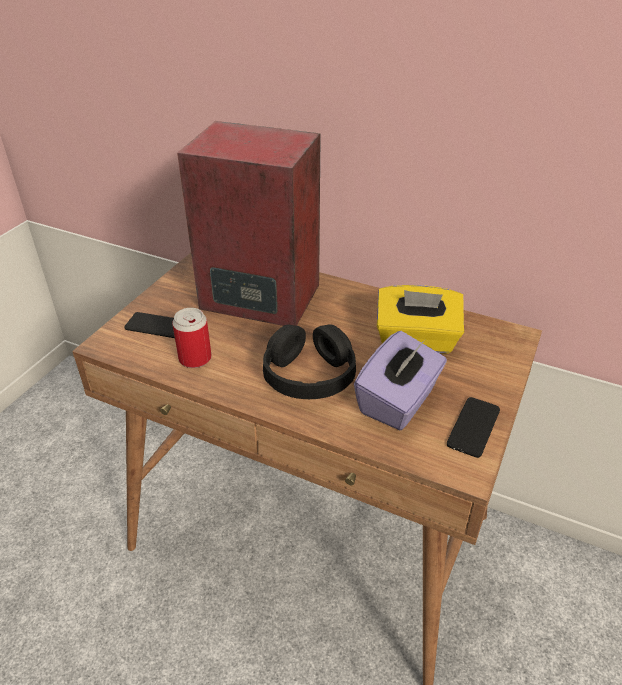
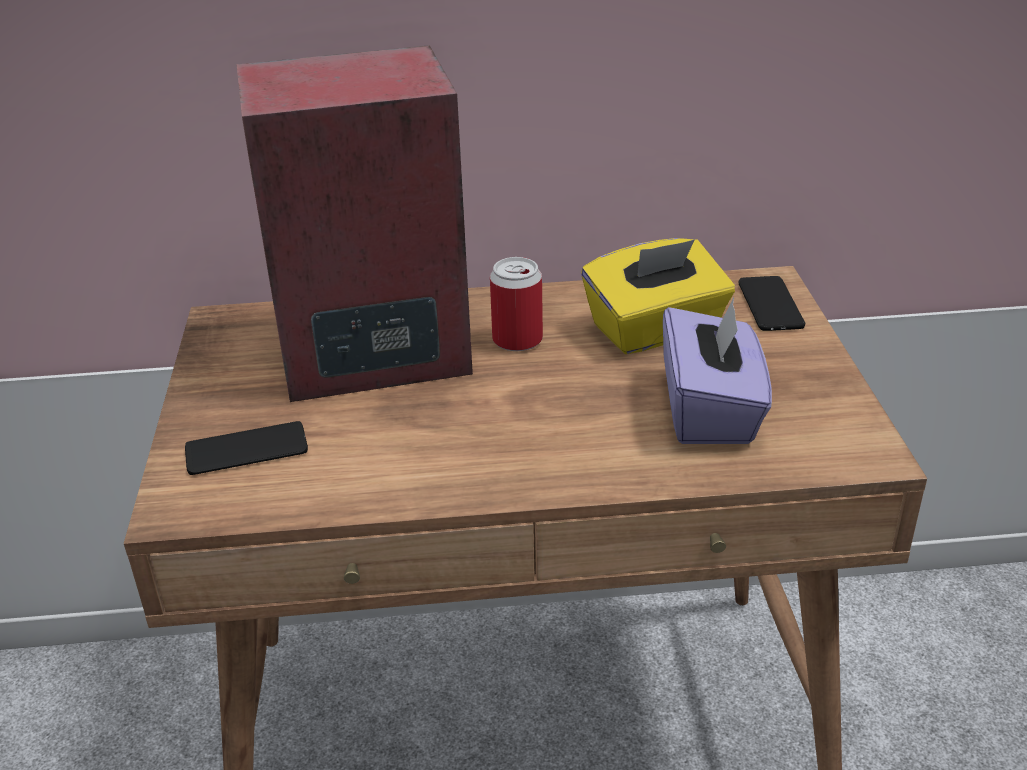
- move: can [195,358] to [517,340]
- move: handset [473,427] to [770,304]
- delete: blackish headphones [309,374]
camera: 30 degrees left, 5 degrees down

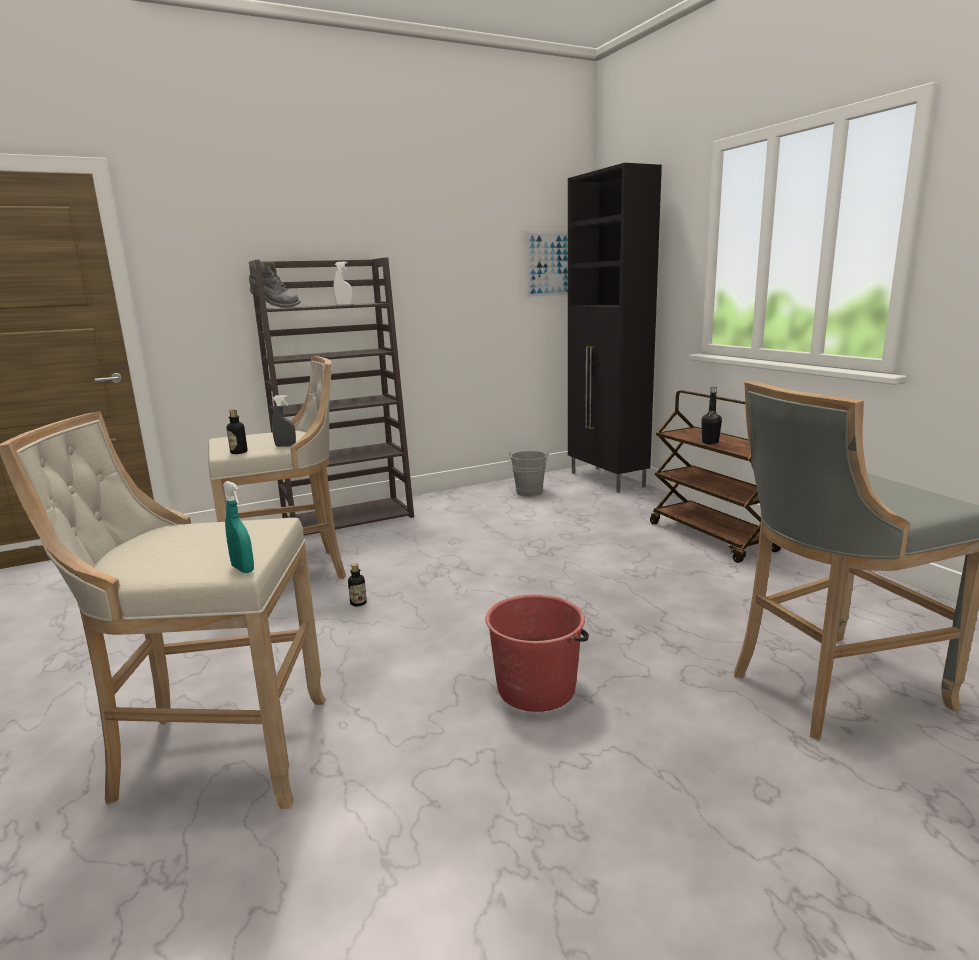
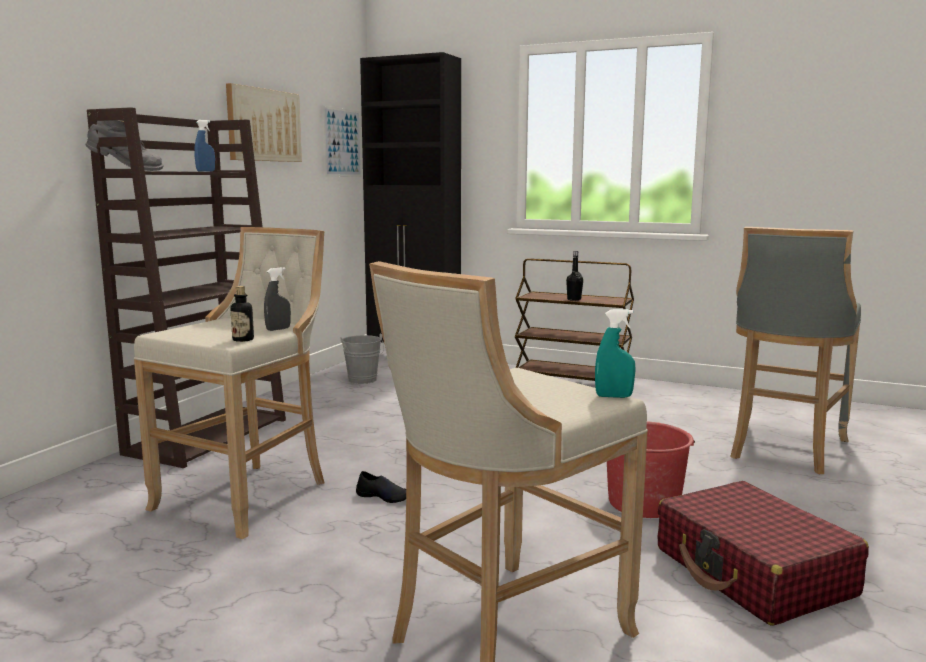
- recolor: whitish hand sprayer [344,304] to bluish hand sprayer [205,171]
- insert: wall picture [263,125]
- replace: beverage bottle [358,603] to blackish shoe [383,496]
- insert: red travel case [753,572]
camera: 40 degrees left, 5 degrees down

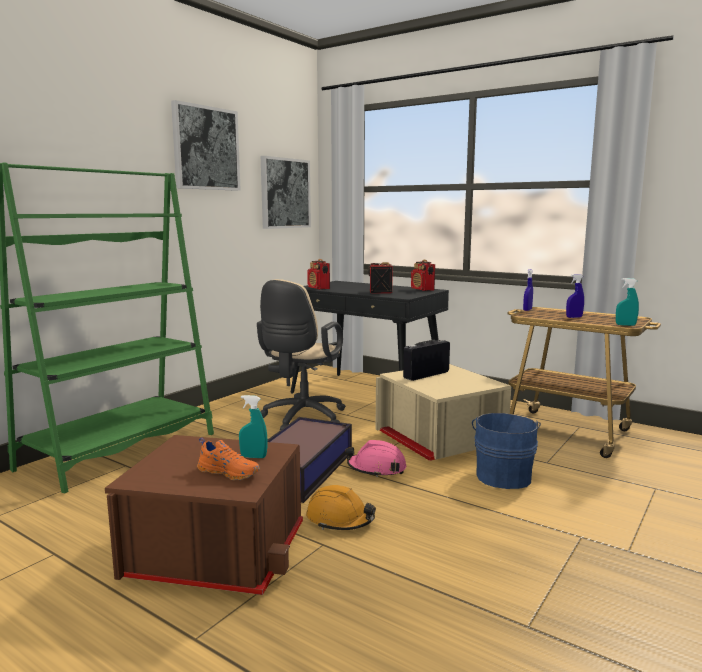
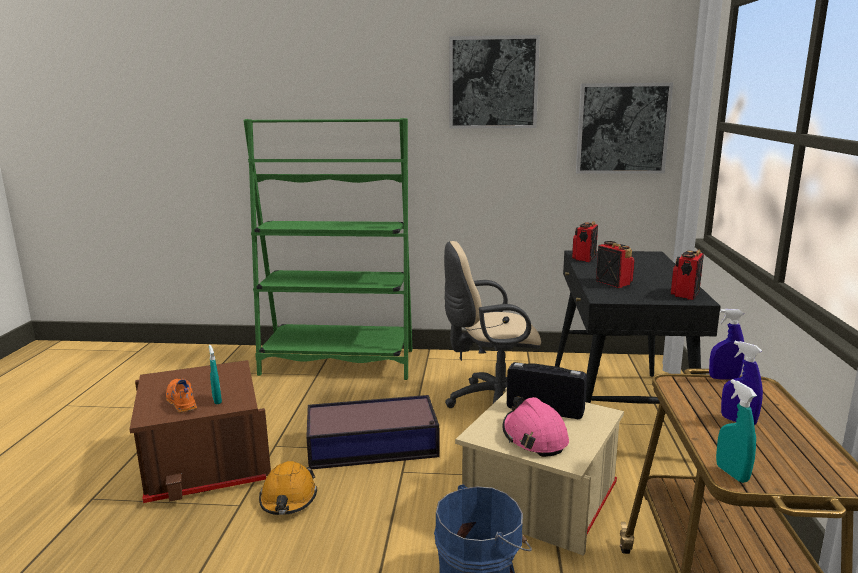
- rotate: orange shoe [229,472] = [180,402] 150 degrees clockwise
- move: pink-coloured safety helmet [376,469] to [534,437]
camera: 60 degrees right, 5 degrees up

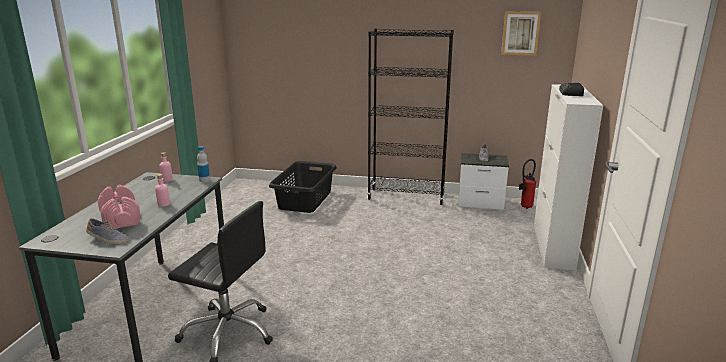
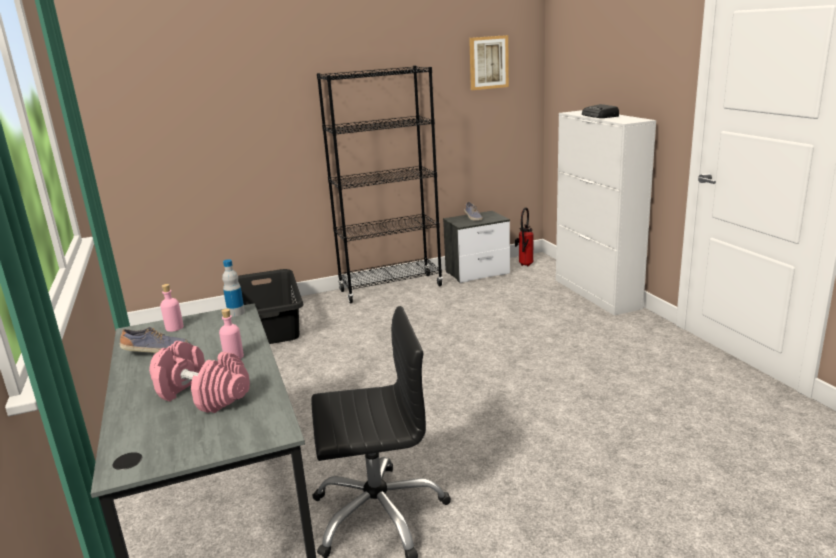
- move: shoe [108,239] to [155,351]
camera: 30 degrees left, 0 degrees up

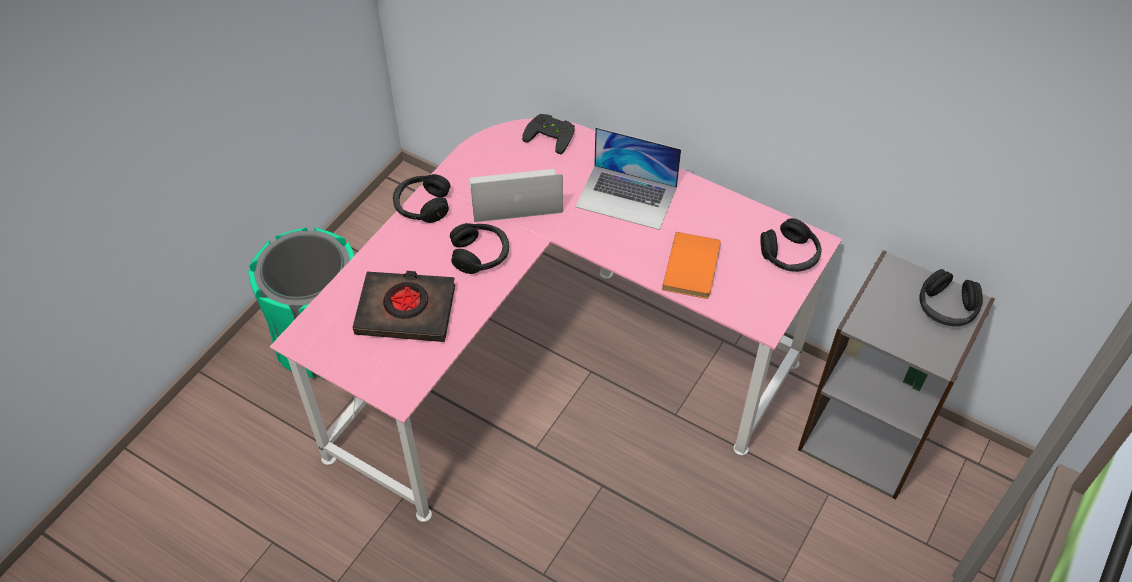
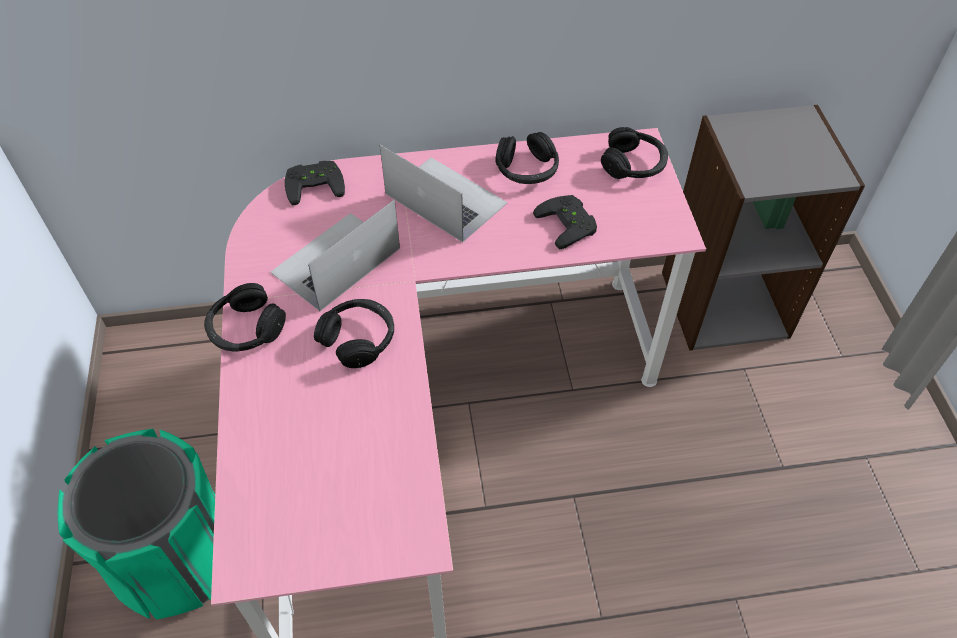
- rotate: laptop [626,197] = [445,198] 120 degrees counterclockwise
- move: blackish headphones [946,307] to [527,170]
- replace: orange book [694,268] to blackish game controller [569,224]
- delete: blackish book [406,310]
camera: 40 degrees left, 0 degrees up

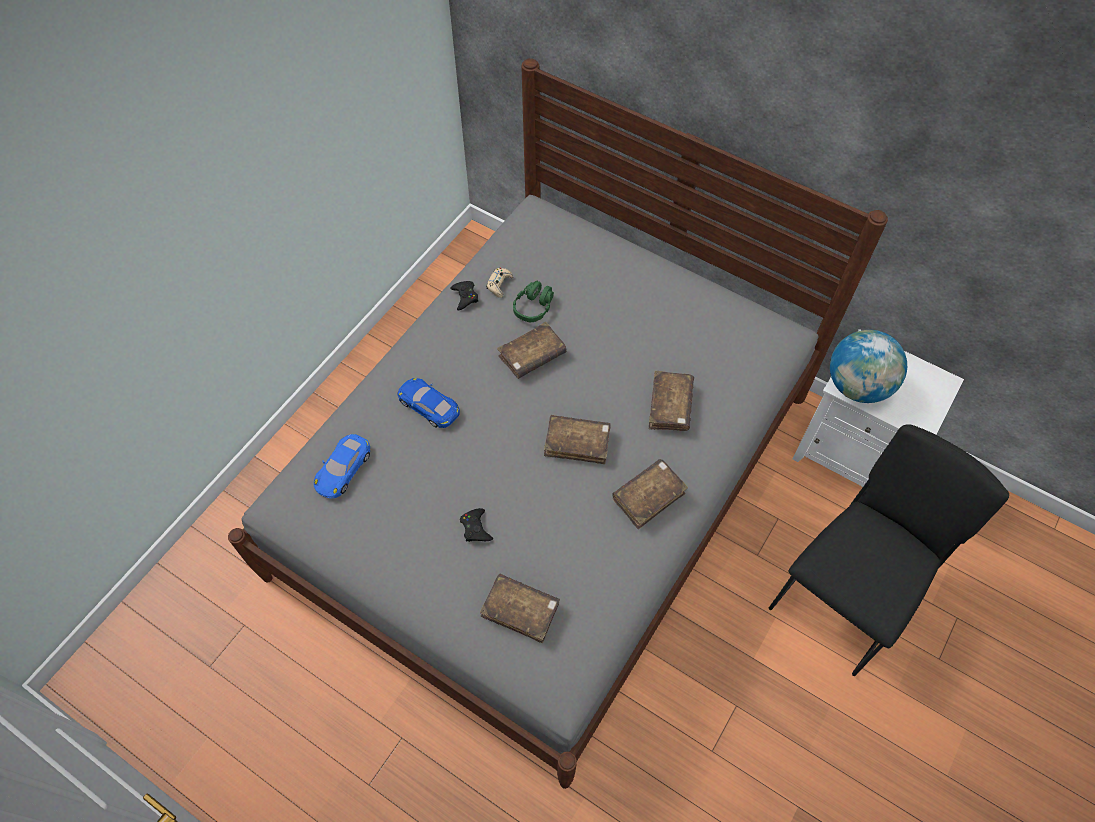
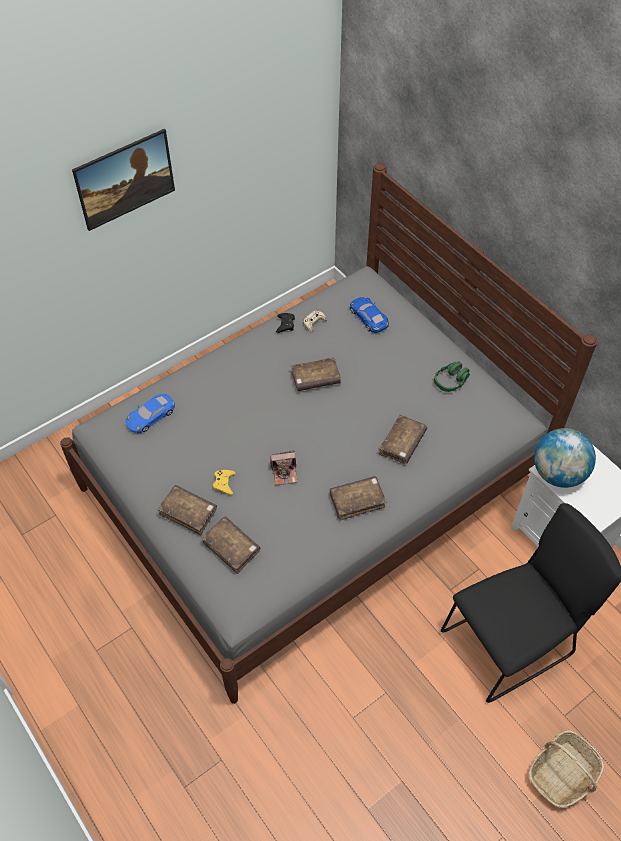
- insert: wall picture [128,194]
- move: brownish book [577,443] to [188,513]
- recolor: blackish game controller [475,528] to yellowish game controller [224,483]
- insert: photo camera [285,473]
- move: bluish model car [429,405] to [368,317]
- move: green-coloured headphones [533,307] to [450,381]
- insert: storage basket [562,773]
camera: 20 degrees right, 5 degrees down

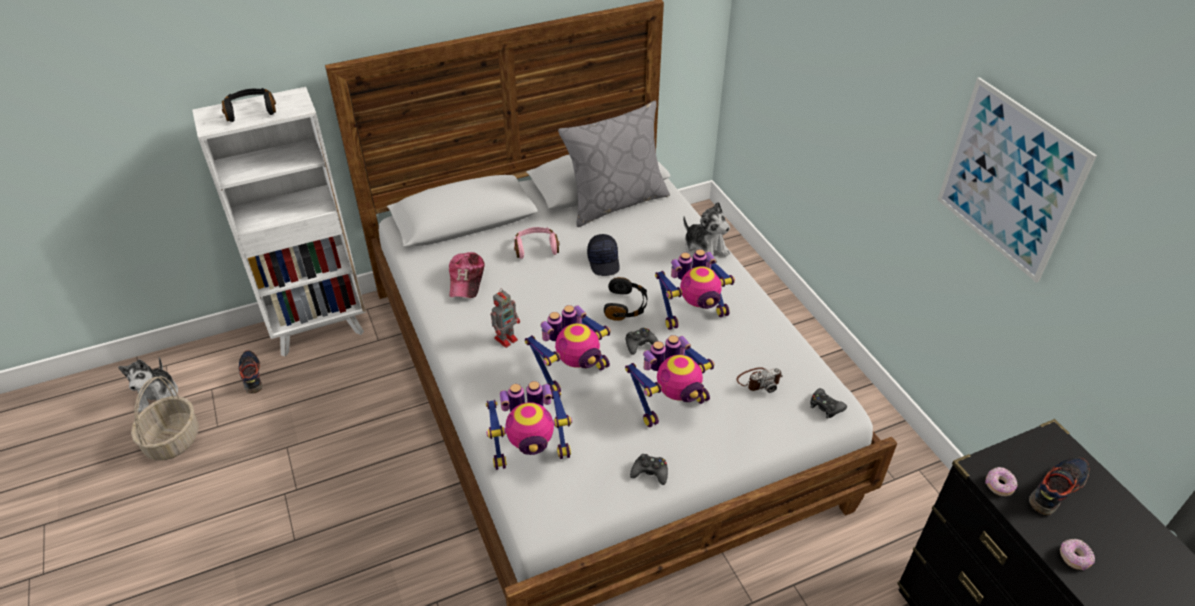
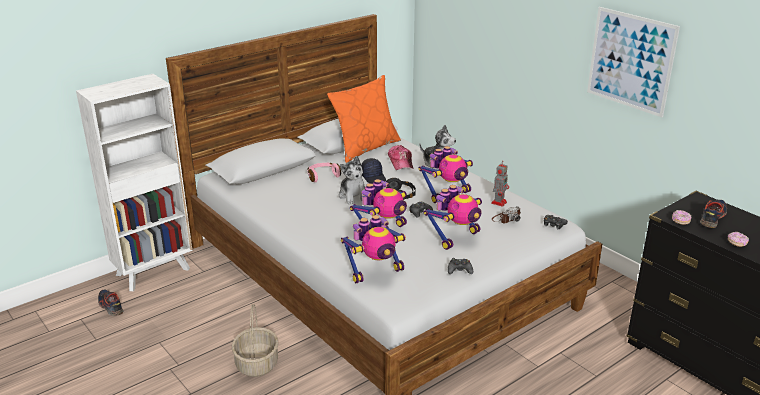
- move: storage basket [173,440] to [256,364]
- recolor: greyish throw pillow [615,202] to orange throw pillow [365,148]
- move: soft toy [158,396] to [353,196]
- move: peaked cap [466,280] to [401,162]
- move: robot figure [507,338] to [499,202]
- delete: blackish headphones [251,111]
camera: 15 degrees left, 15 degrees down

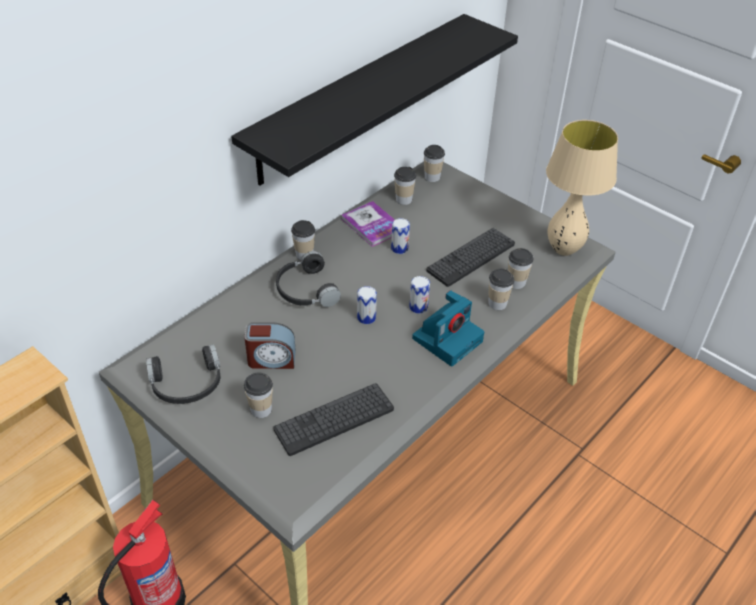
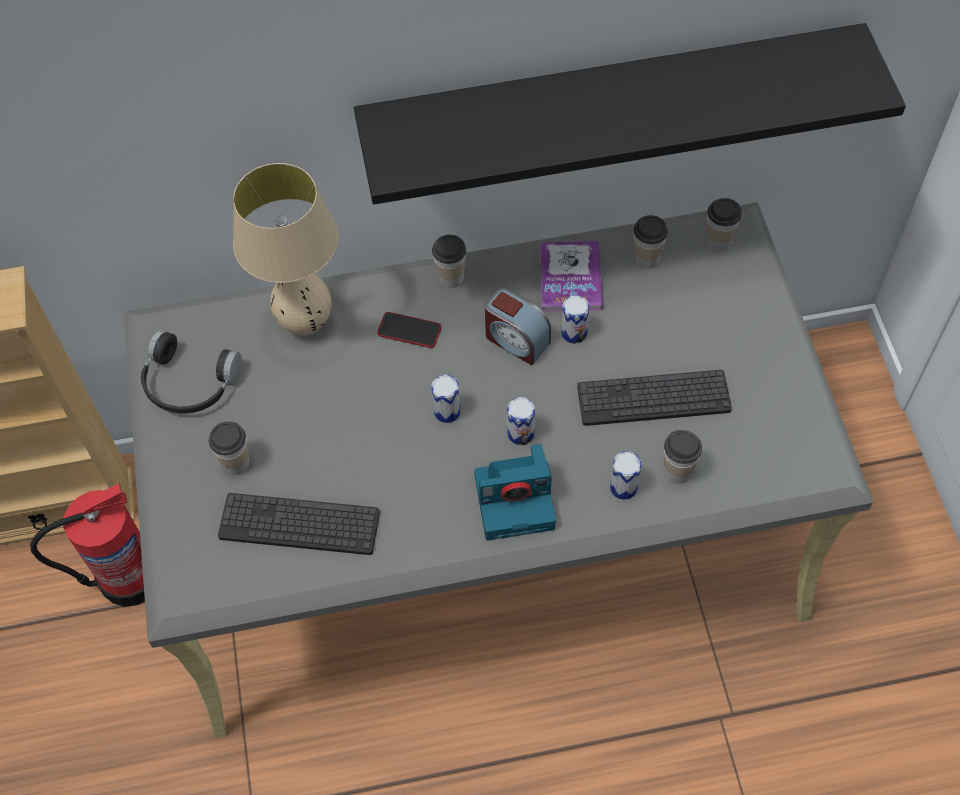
- move: beige table lamp [564,250] to [306,324]
- replace: blackish headphones [305,290] to handset [409,330]
- move: alarm clock [271,359] to [516,340]
- replace: drinking cup [497,303] to can [623,487]
camera: 40 degrees right, 15 degrees up

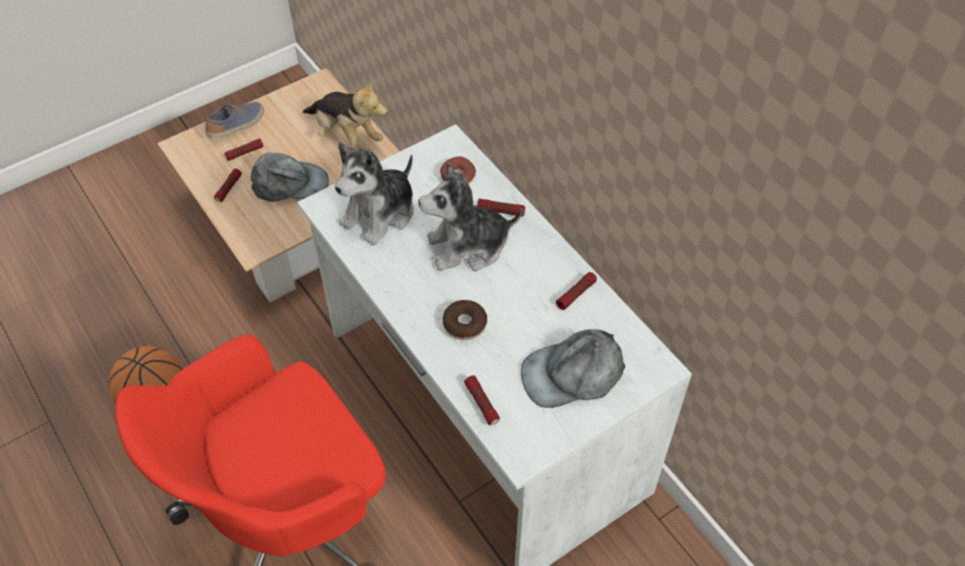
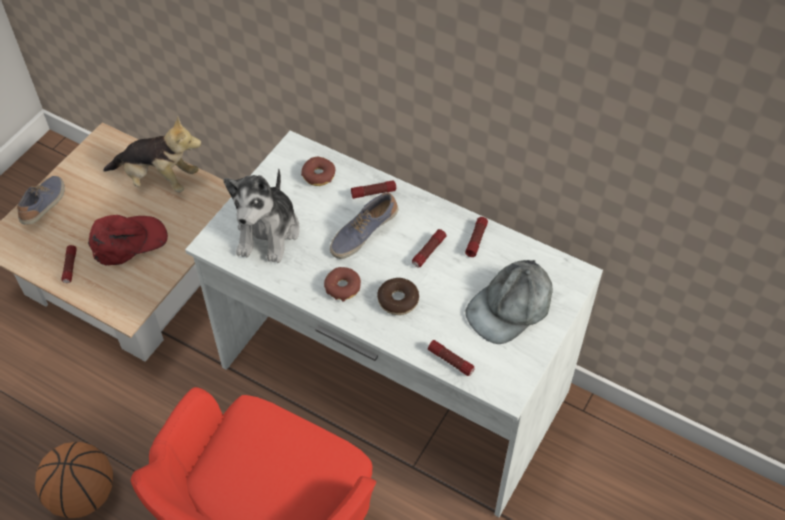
- recolor: greyish peaked cap [290,184] to red peaked cap [128,241]
- insert: doughnut [342,287]
- replace: soft toy [468,246] to shoe [363,233]
- move: torch [244,153] to [428,252]
camera: 25 degrees left, 0 degrees up

